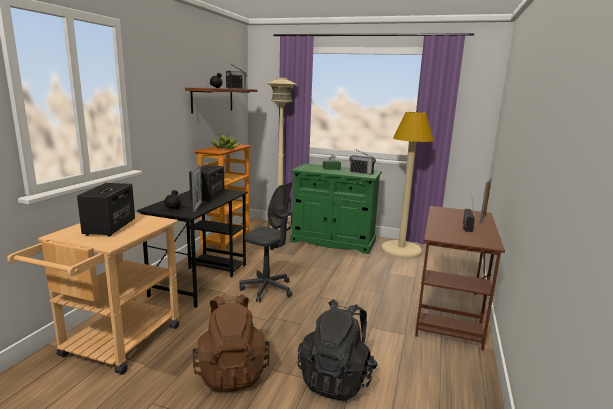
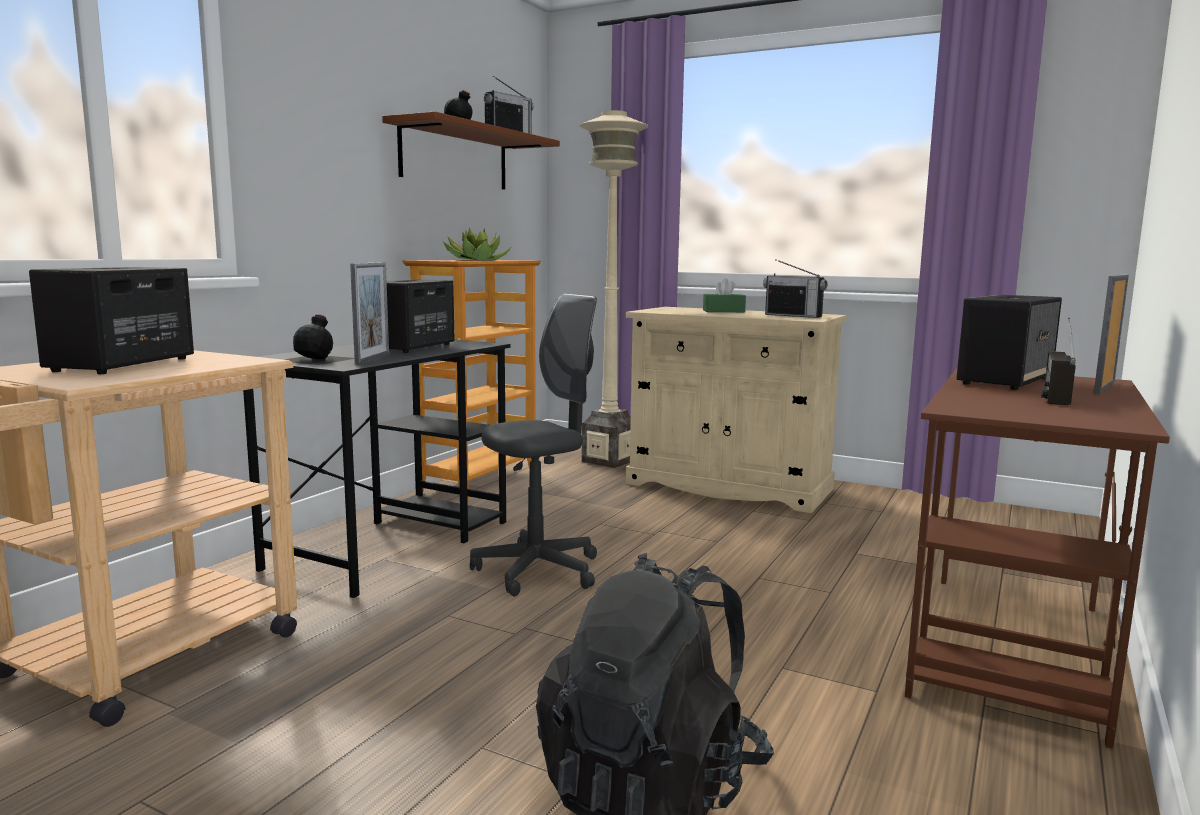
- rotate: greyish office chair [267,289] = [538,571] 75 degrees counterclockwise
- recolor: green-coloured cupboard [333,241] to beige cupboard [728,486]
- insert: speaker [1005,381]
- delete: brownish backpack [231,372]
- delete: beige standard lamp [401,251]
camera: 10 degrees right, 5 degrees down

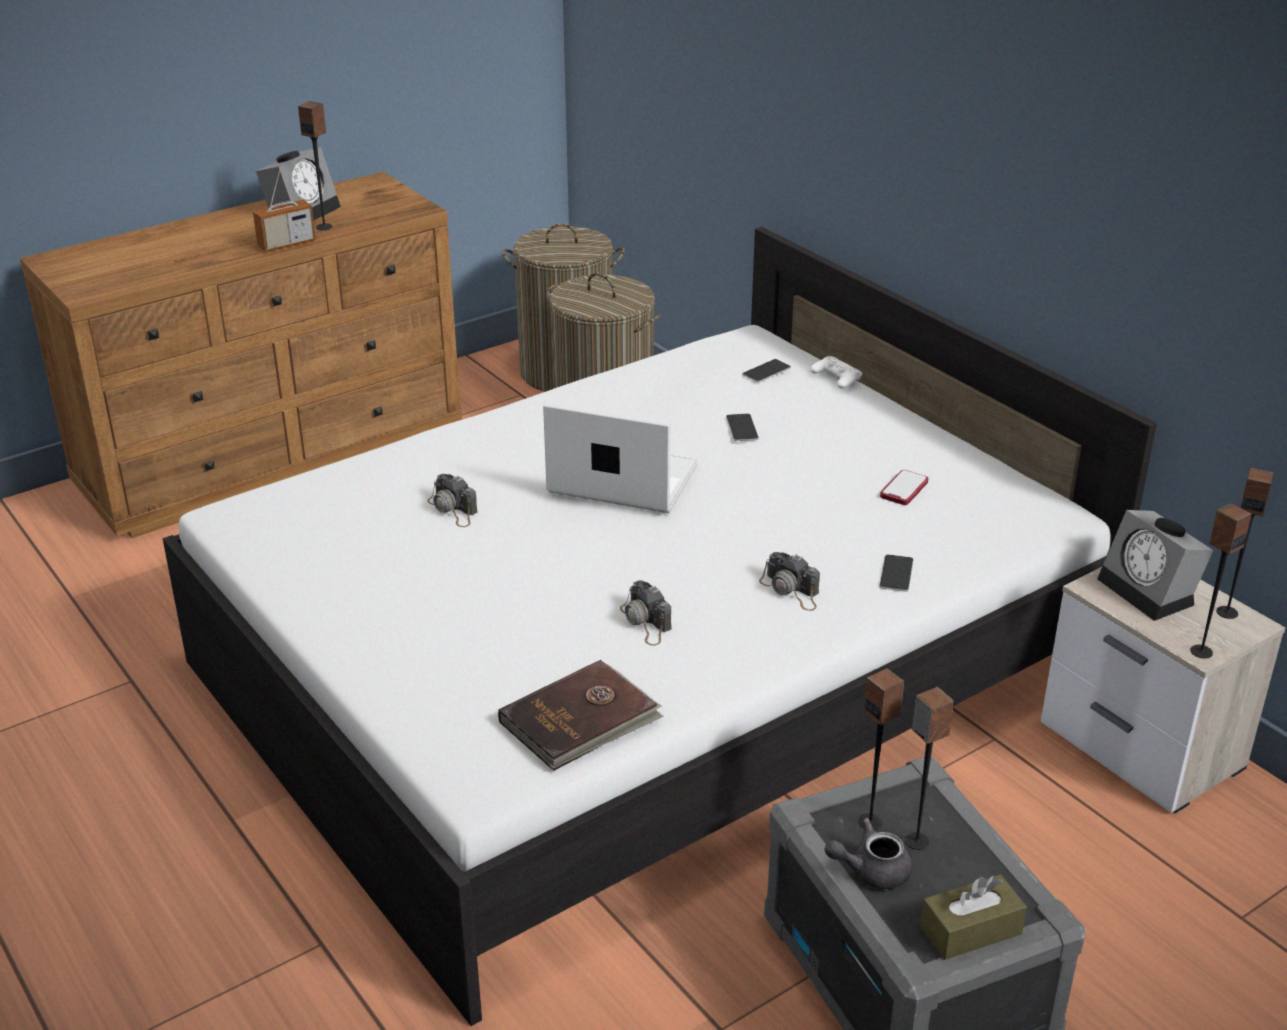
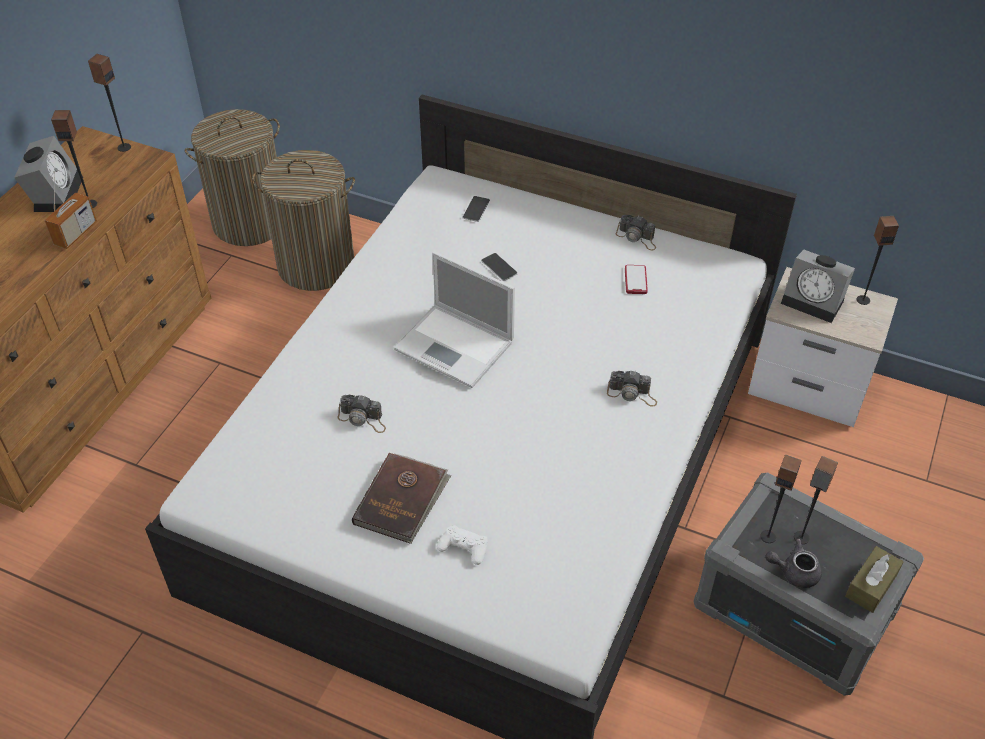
- move: speaker [1201,651] to [124,147]
- move: brownish book [581,720] to [402,500]
- rotate: laptop [620,480] = [456,346] 135 degrees counterclockwise
- move: whitish game controller [836,377] to [463,547]
- move: photo camera [645,622] to [637,238]
- rotate: greyish pot for tea [870,871] = [794,571] 45 degrees clockwise
- delete: handset [896,573]
camera: 30 degrees left, 15 degrees up

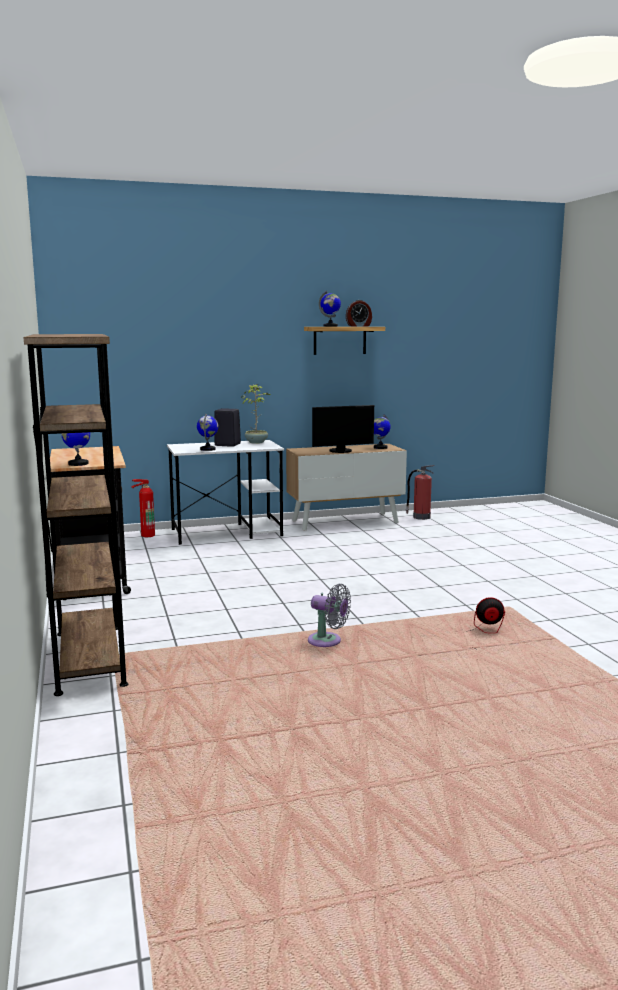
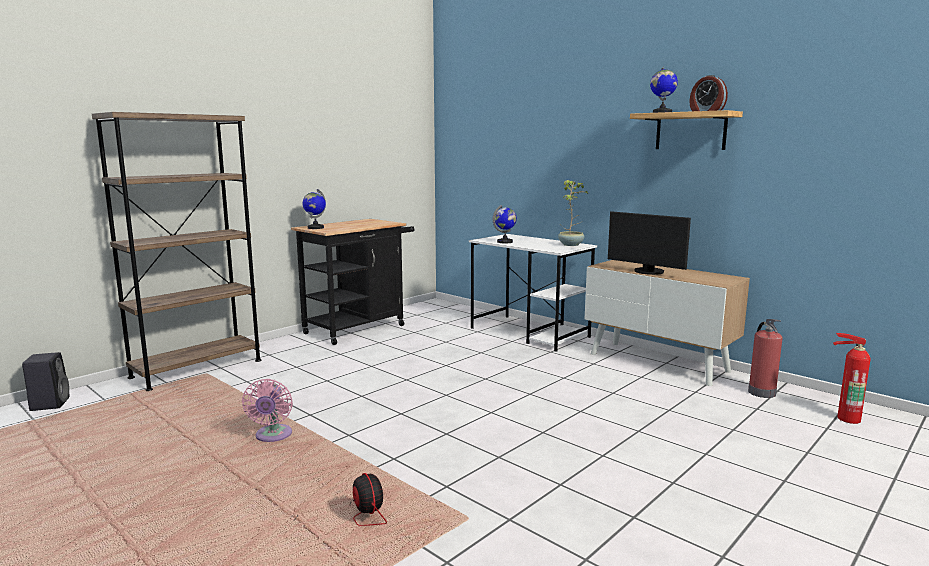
- move: blackish speaker [226,444] to [50,404]
- recolor: greyish cooling fan [328,641] to pink-coloured cooling fan [272,436]
- move: extinguisher [146,535] to [846,418]
- delete: world globe [380,447]
camera: 60 degrees right, 0 degrees up

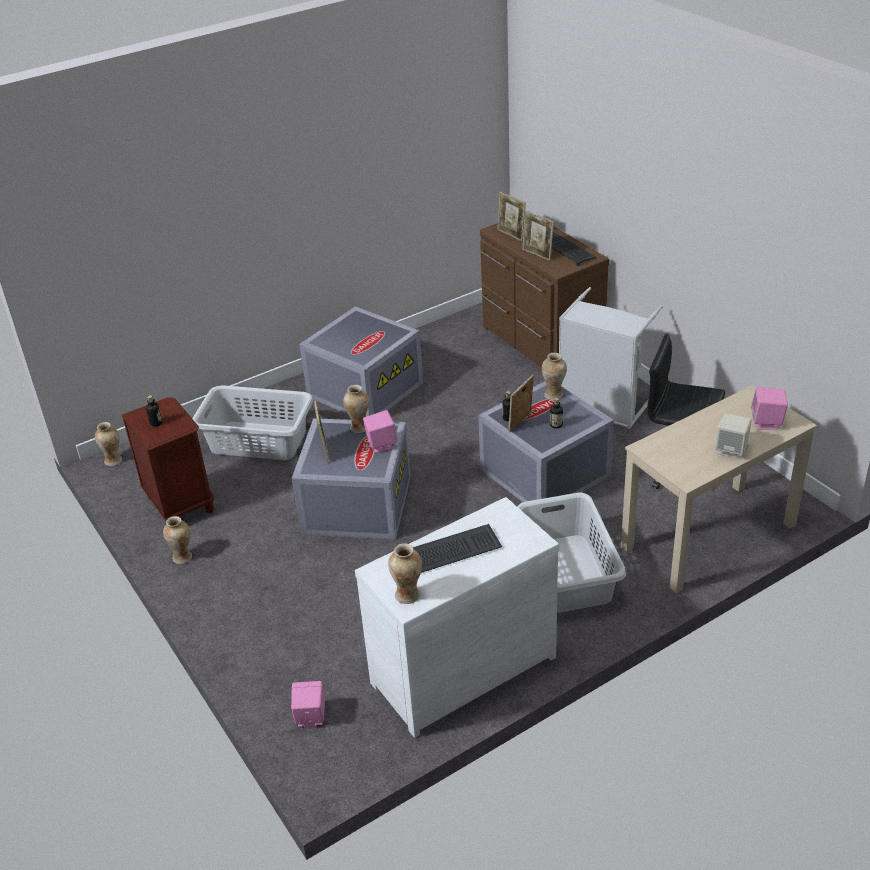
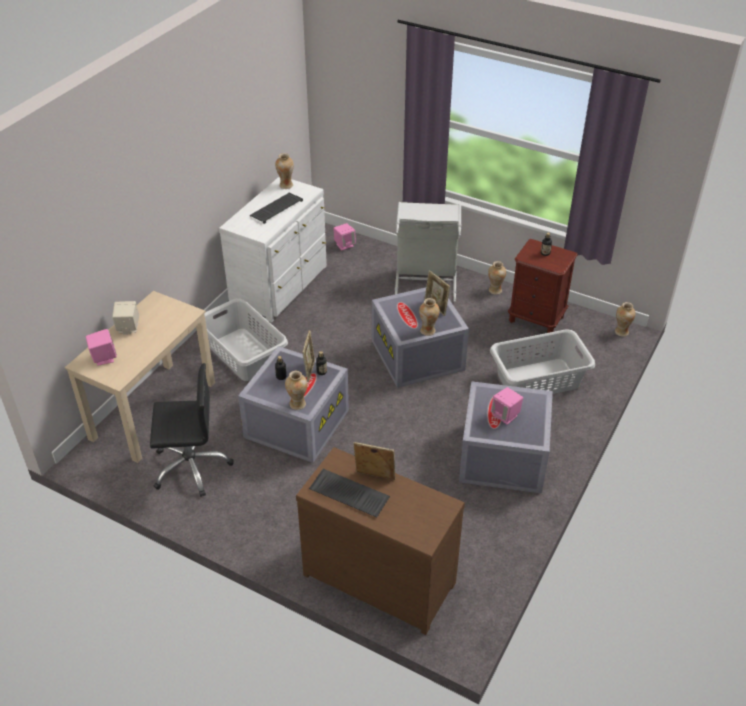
- move: greyish hamper [602,407] to [426,280]
- move: pink-coloured speaker [381,444] to [505,415]
- delete: standing frame [511,235]
camera: 150 degrees right, 5 degrees up

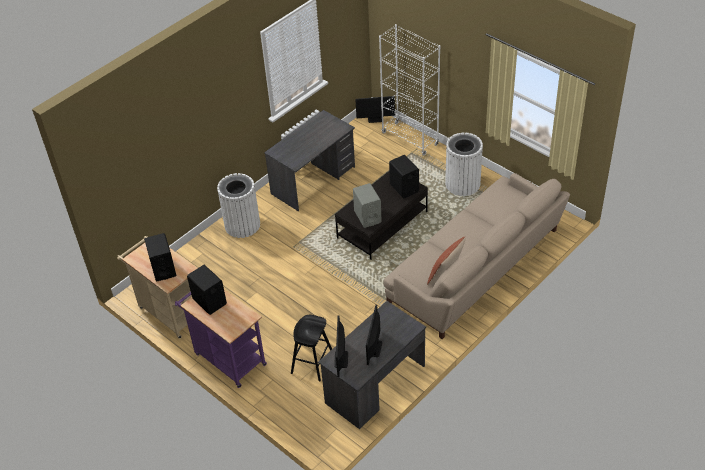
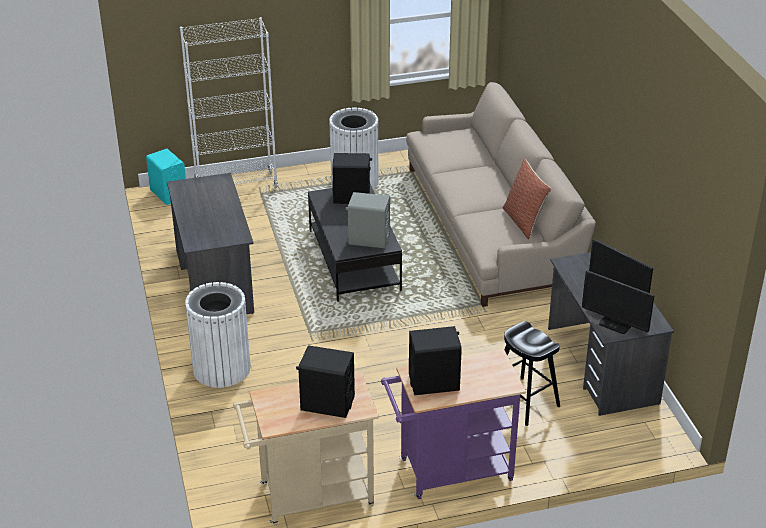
- replace: monitor [375,119] to turquoise-coloured speaker [168,194]
camera: 60 degrees left, 10 degrees down

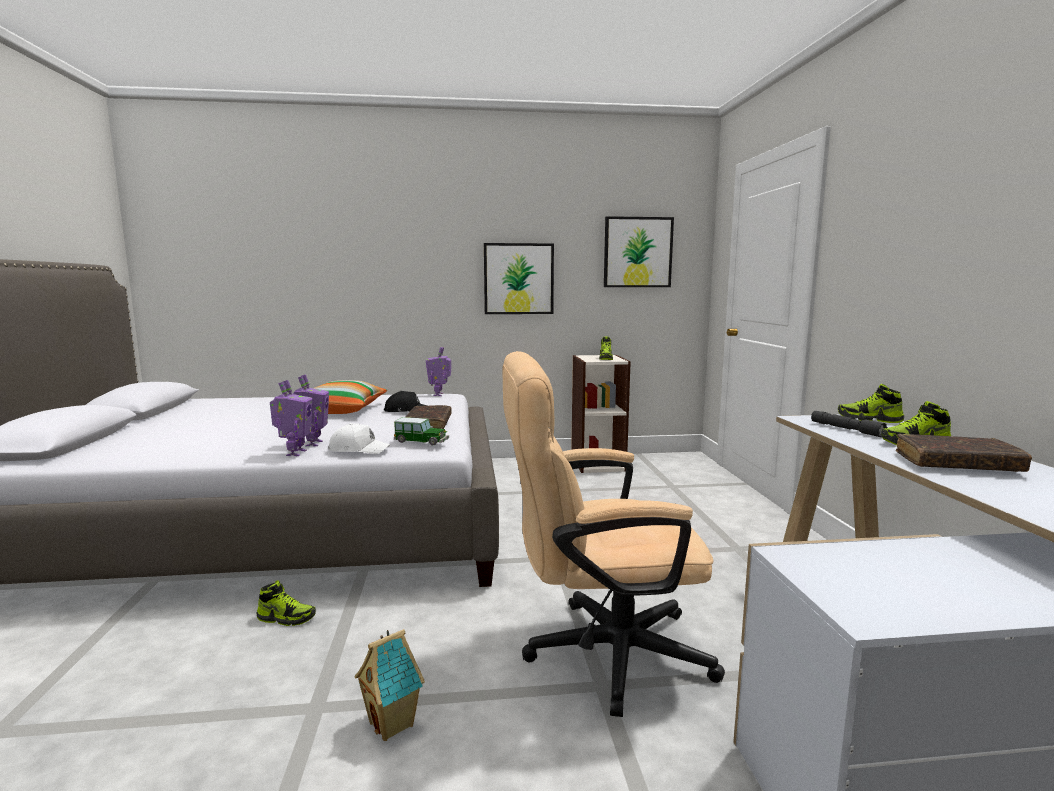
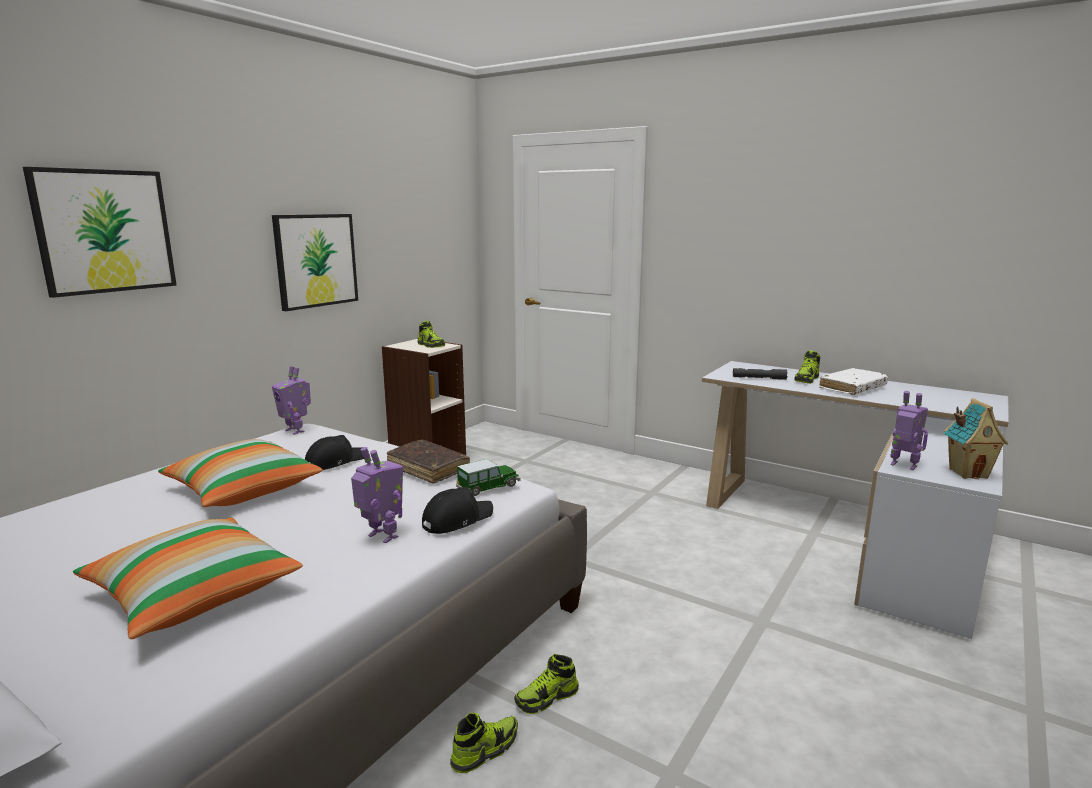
- move: wall picture [637,252] to [104,231]
- insert: throw pillow [193,595]
- recolor: whitish peaked cap [358,449] to blackish peaked cap [456,520]
- move: shoe [869,419] to [547,698]
- recolor: brownish book [957,464] to whitish book [852,388]
- move: robot figure [295,453] to [903,466]
- move: toy house [393,724] to [968,473]
- delete: beige office chair [600,653]
camera: 50 degrees left, 5 degrees up

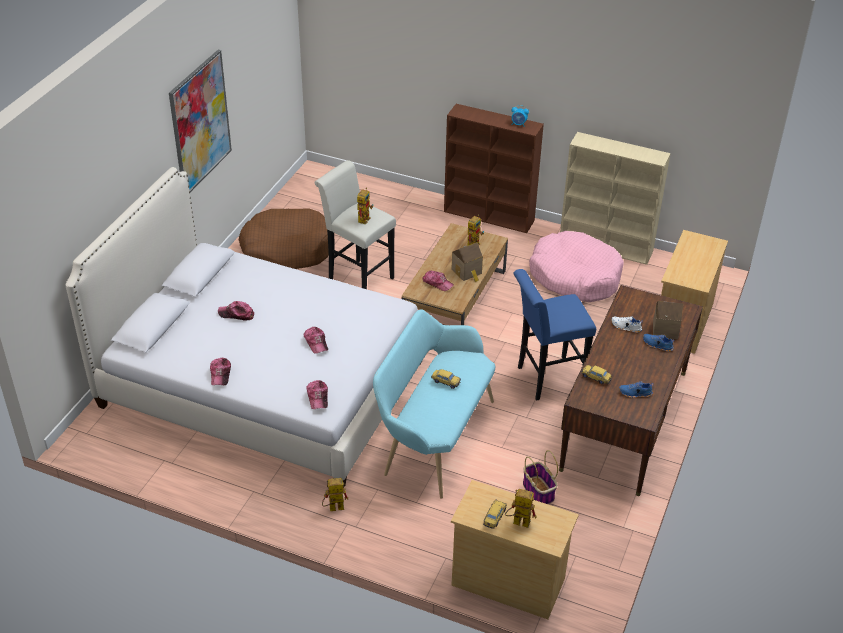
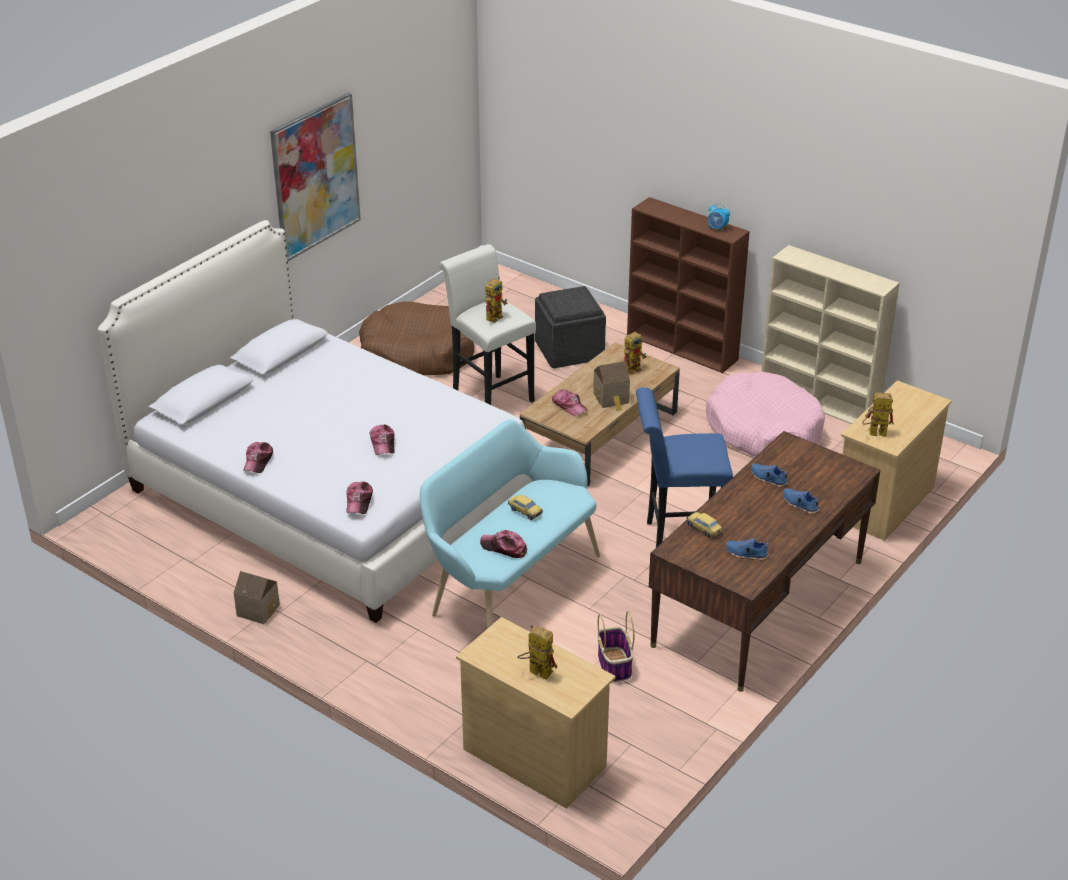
- move: toy house [664,329] to [259,609]
- move: peaked cap [236,314] to [504,548]
- insert: greyish footrest [570,350]
- recolor: whitish shoe [625,327] to bluish shoe [768,479]
- move: robot figure [333,508] to [873,433]
- delete: model car [494,517]
camera: 15 degrees right, 5 degrees down

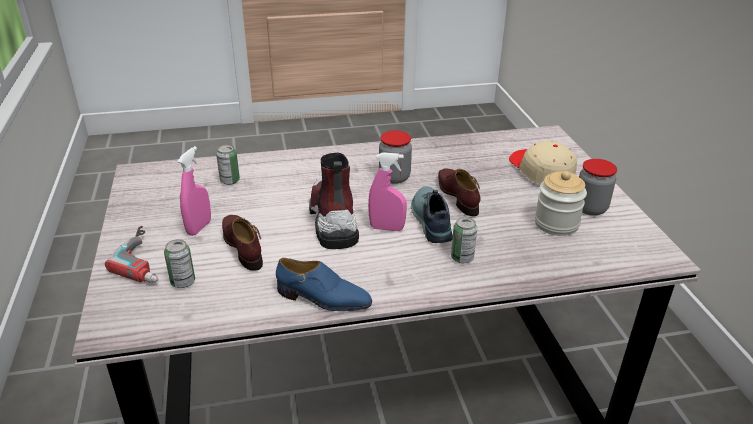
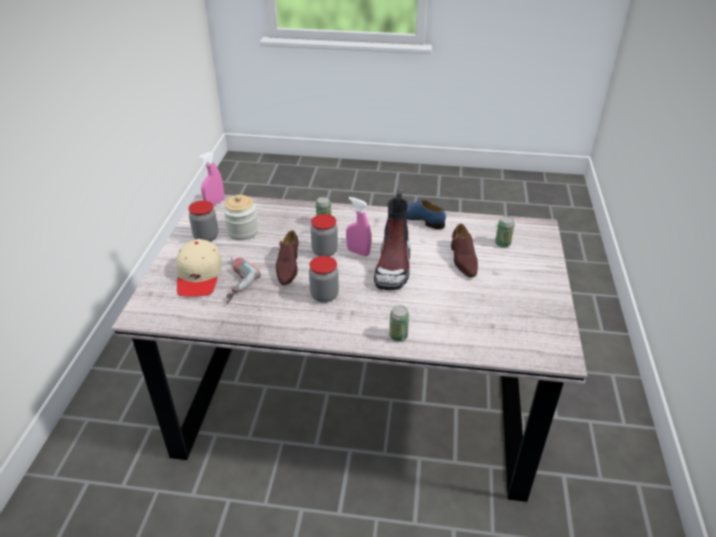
- move: pink-coloured hand sprayer [199,227] to [214,203]
- move: drill [148,259] to [231,282]
- replace: shoe [429,220] to preserve jar [324,251]
- move: can [230,181] to [398,336]
camera: 160 degrees left, 5 degrees up

